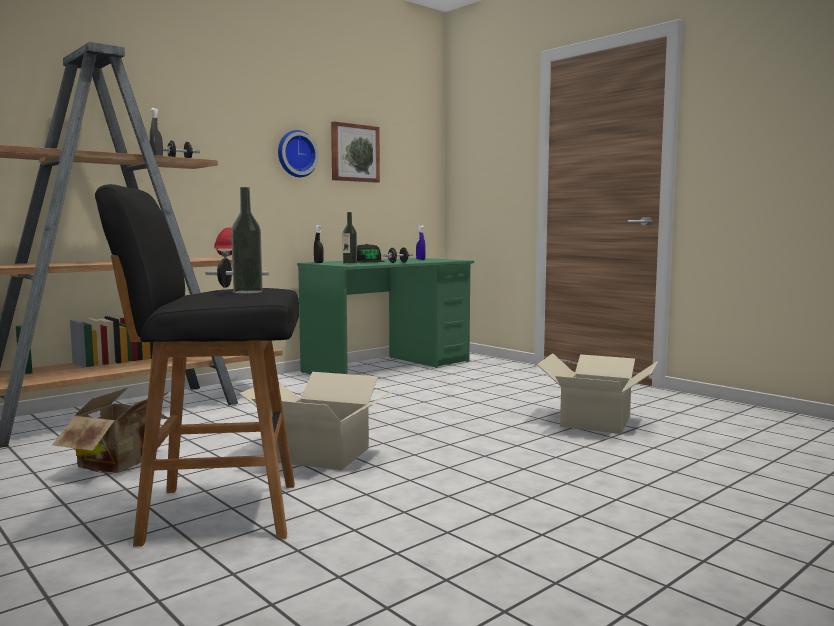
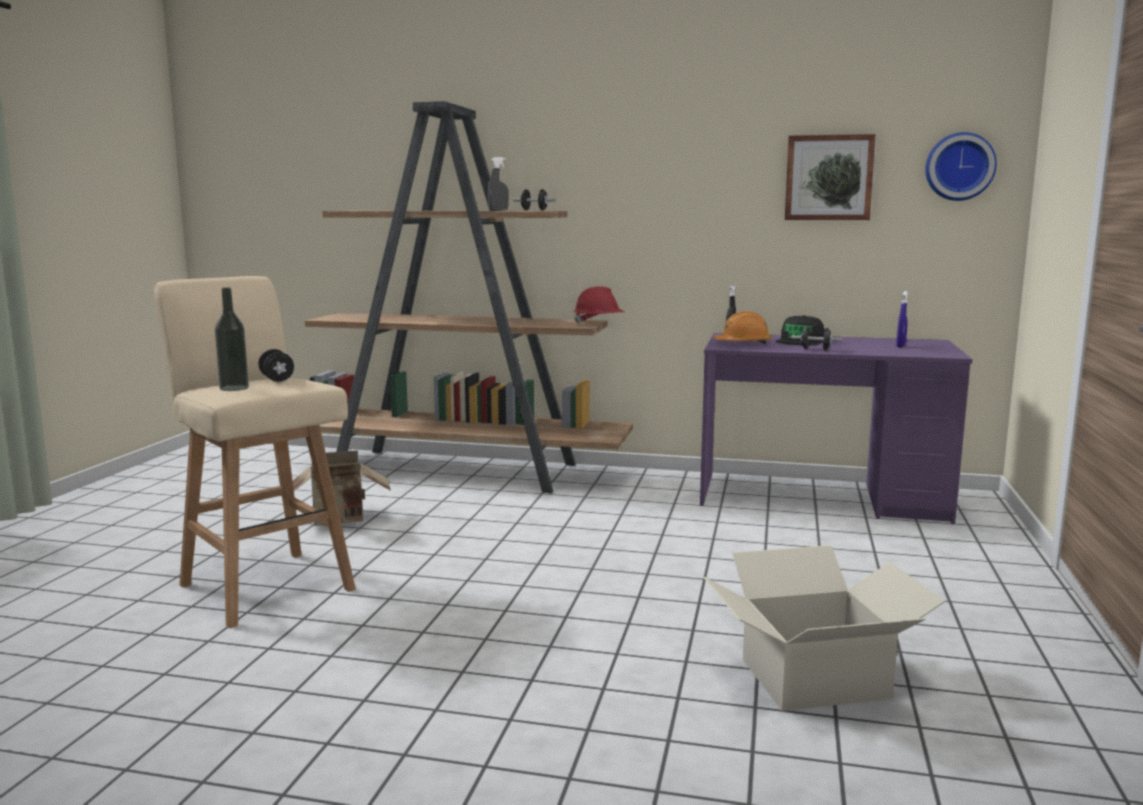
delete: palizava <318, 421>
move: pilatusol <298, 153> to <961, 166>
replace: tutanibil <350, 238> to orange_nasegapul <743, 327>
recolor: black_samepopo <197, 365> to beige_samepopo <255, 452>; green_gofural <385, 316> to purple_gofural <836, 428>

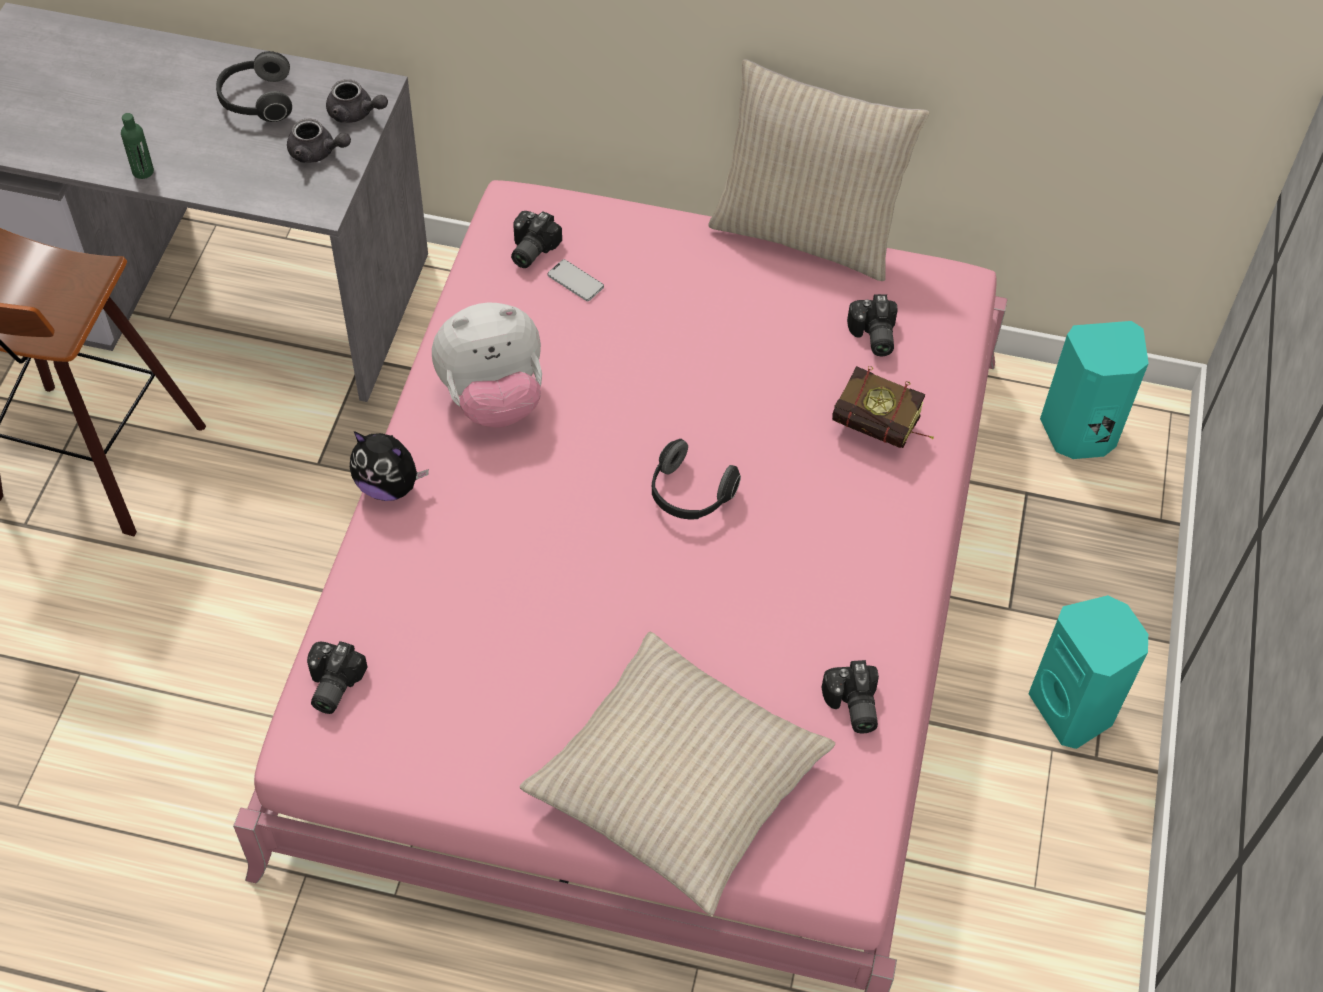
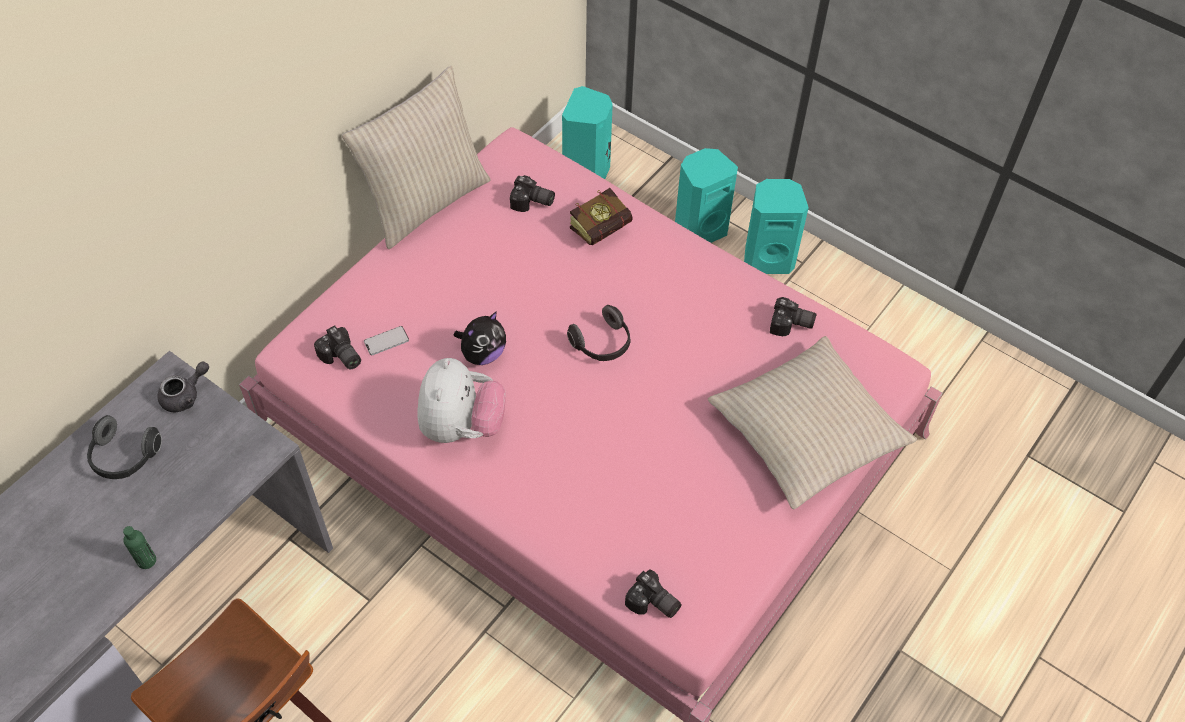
delete: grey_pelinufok <319, 141>
insert: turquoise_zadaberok <706, 195>
move: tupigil <389, 466> to <480, 338>

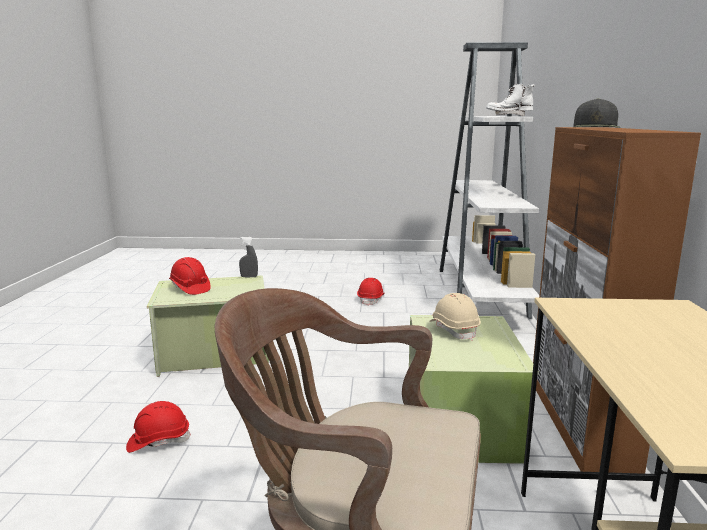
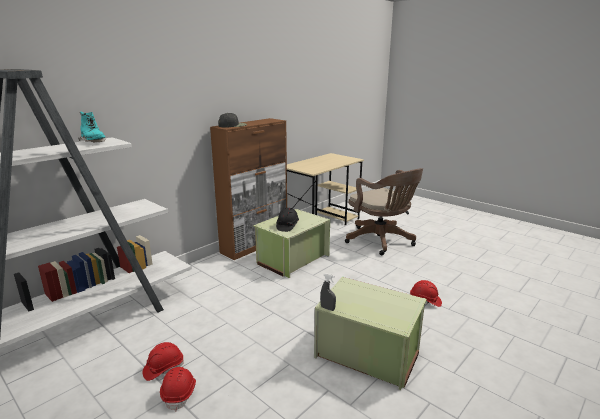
move: red_nasegapul <190, 276> to <178, 389>
recolor: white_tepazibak <510, 100> to turquoise_tepazibak <92, 127>; beige_nasegapul <455, 317> to black_nasegapul <287, 220>

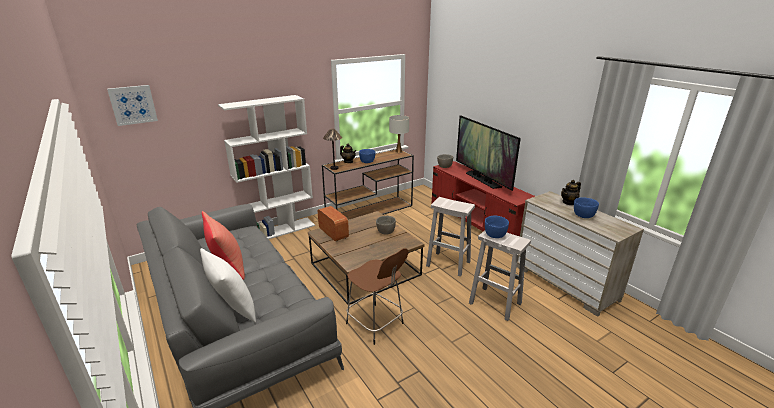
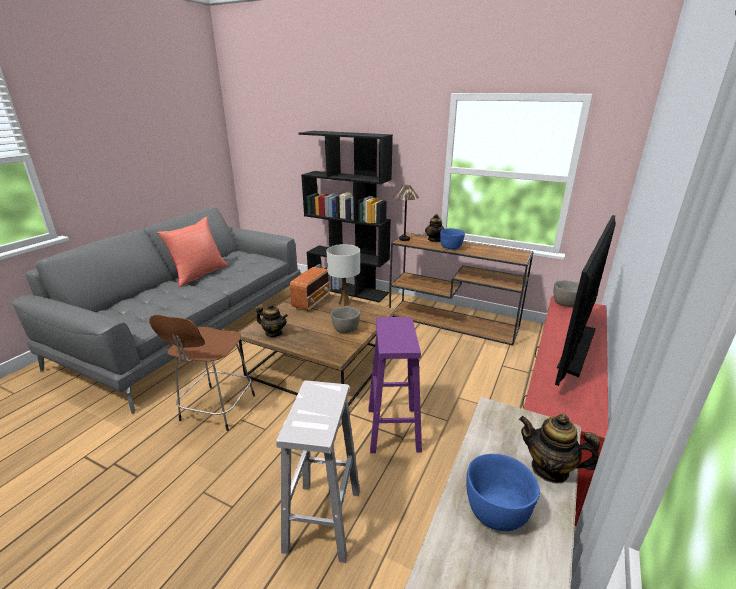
delete: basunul <132, 105>; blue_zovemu <497, 226>; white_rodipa <228, 285>
insert: pelinufok <272, 320>
move: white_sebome <399, 134> to <343, 275>
recolor: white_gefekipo <266, 167> to black_gefekipo <346, 216>; white_samepopo <450, 237> to purple_samepopo <395, 385>

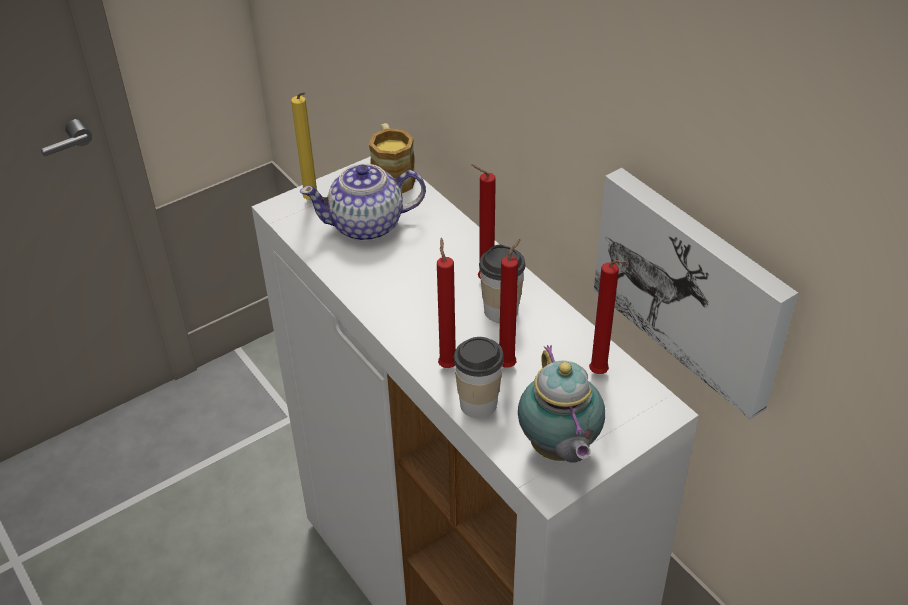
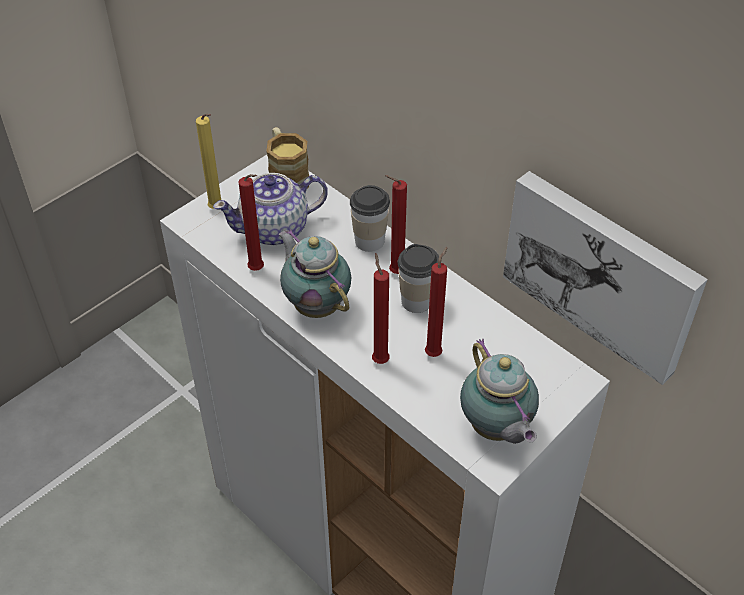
insert: pelinufok <314, 273>
move: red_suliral <608, 317> to <251, 222>; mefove <478, 377> to <370, 218>

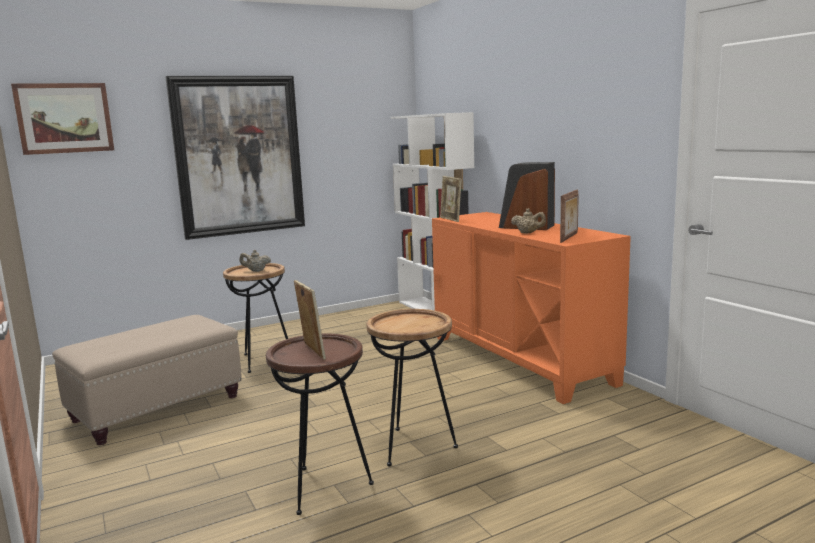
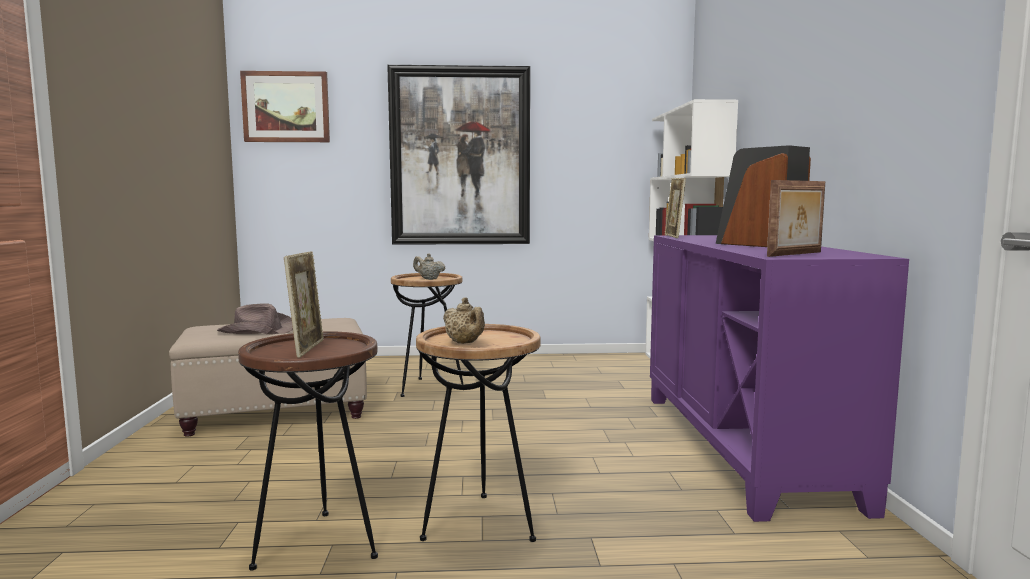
insert: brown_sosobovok <255, 319>
move: beige_pelinufok <528, 221> to <464, 320>
recolor: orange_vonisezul <531, 308> to purple_vonisezul <779, 378>

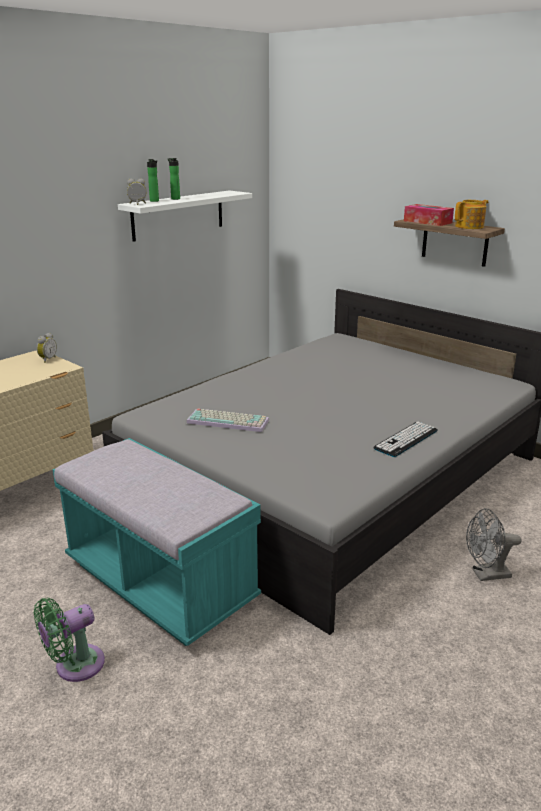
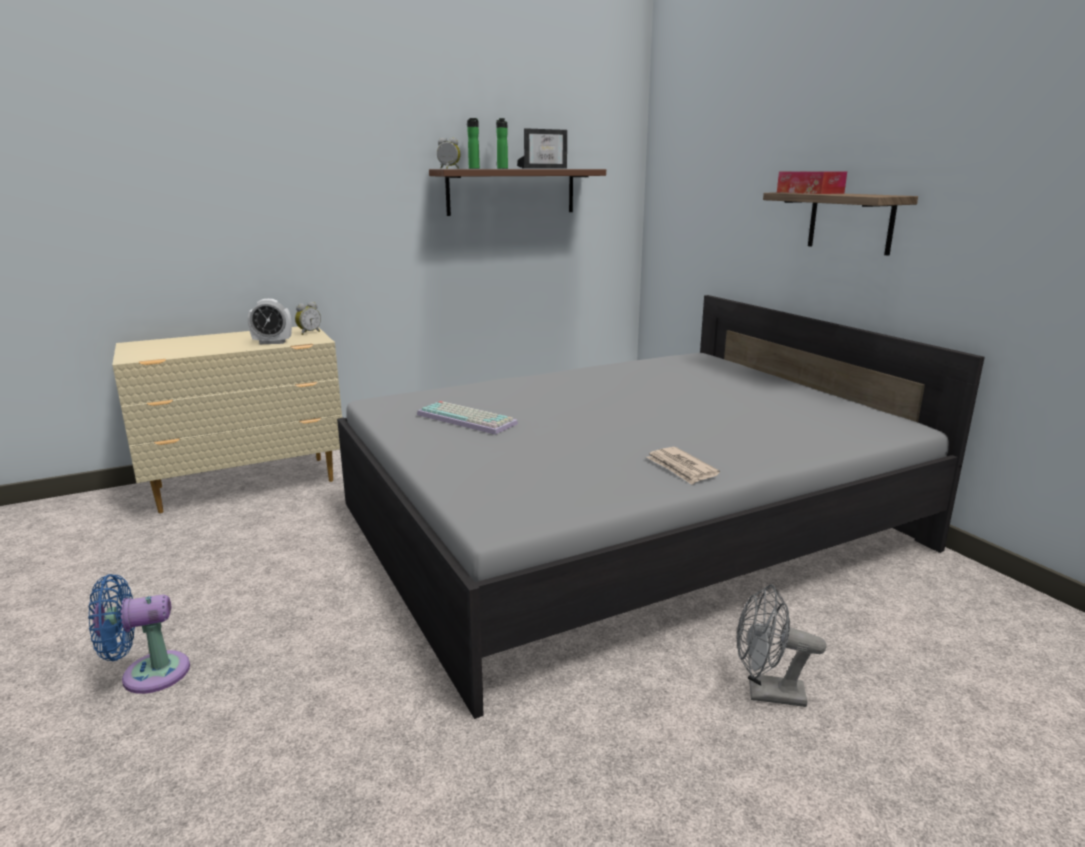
delete: pelinufok <471, 214>; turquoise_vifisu <157, 542>
insert: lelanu <542, 148>; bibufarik <270, 321>
replace: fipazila <405, 439> to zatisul <683, 466>
recolor: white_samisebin <185, 216> to brown_samisebin <517, 192>; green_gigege <69, 640> to blue_gigege <139, 634>

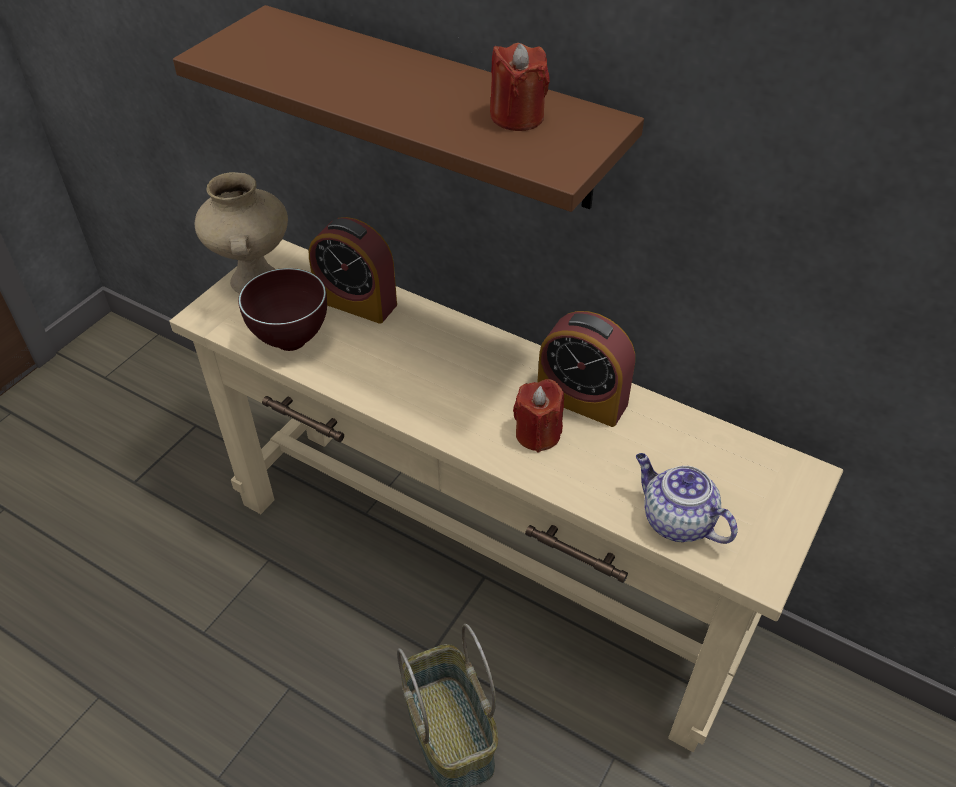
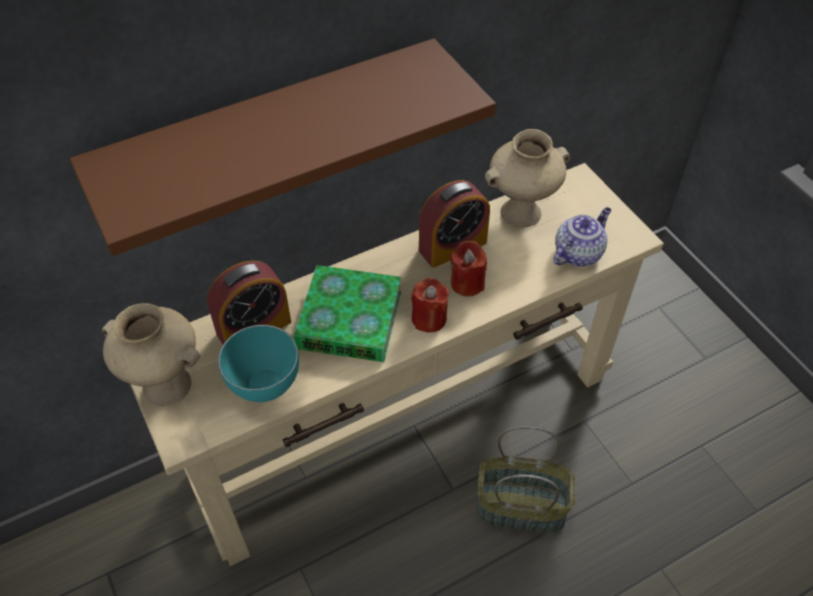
insert: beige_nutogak <527, 178>; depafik <347, 313>
move: red_suliral <520, 87> to <430, 305>
recolor: brown_zovemu <282, 309> to turquoise_zovemu <258, 363>
rotate: pelinufok <687, 498> = <582, 237> 150 degrees clockwise

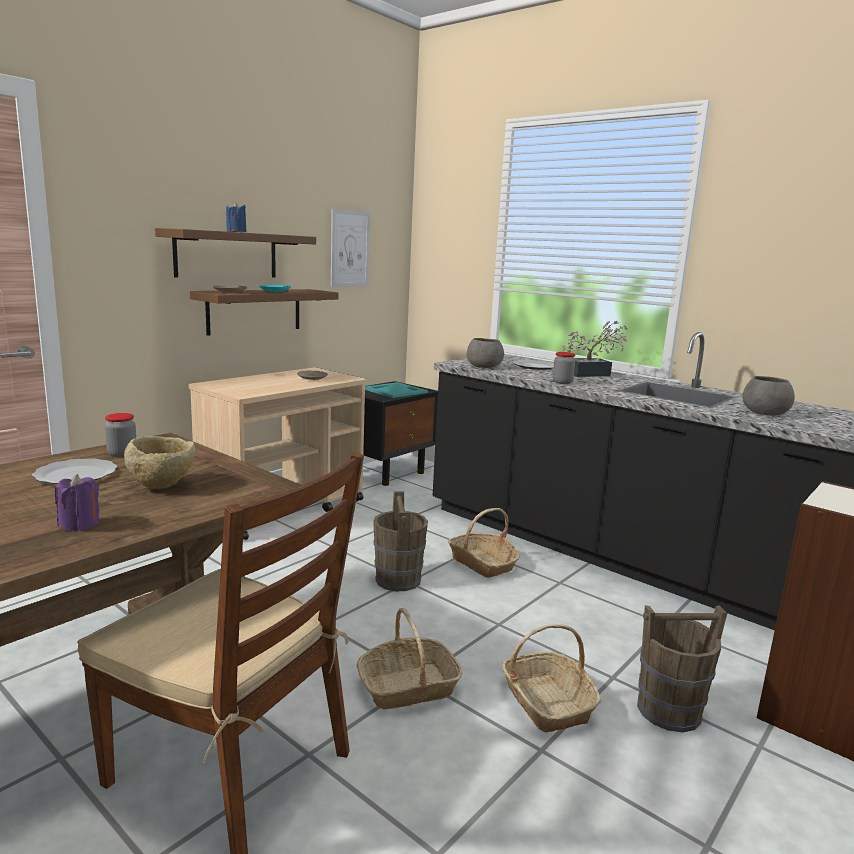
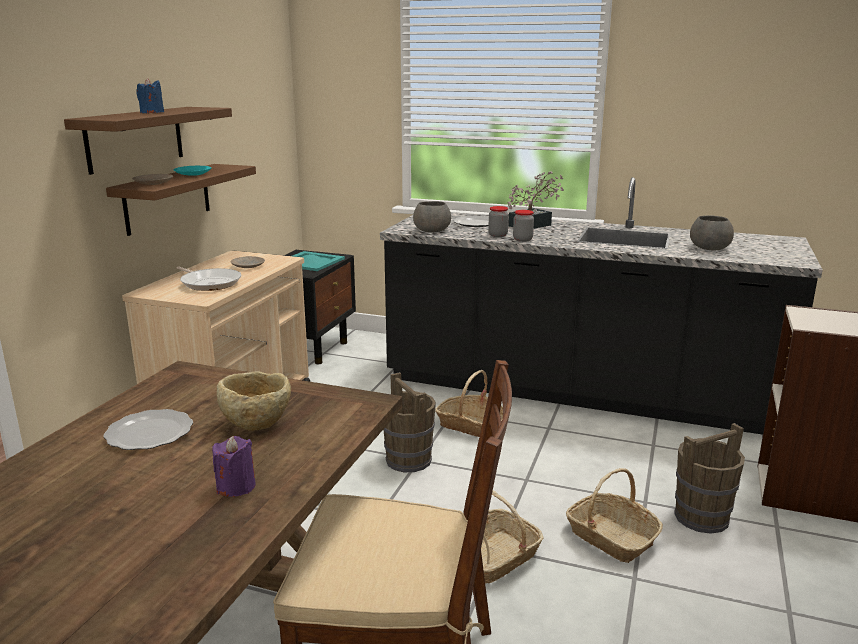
delete: basunul <350, 248>
insert: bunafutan <208, 278>
move: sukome <120, 435> to <498, 221>

